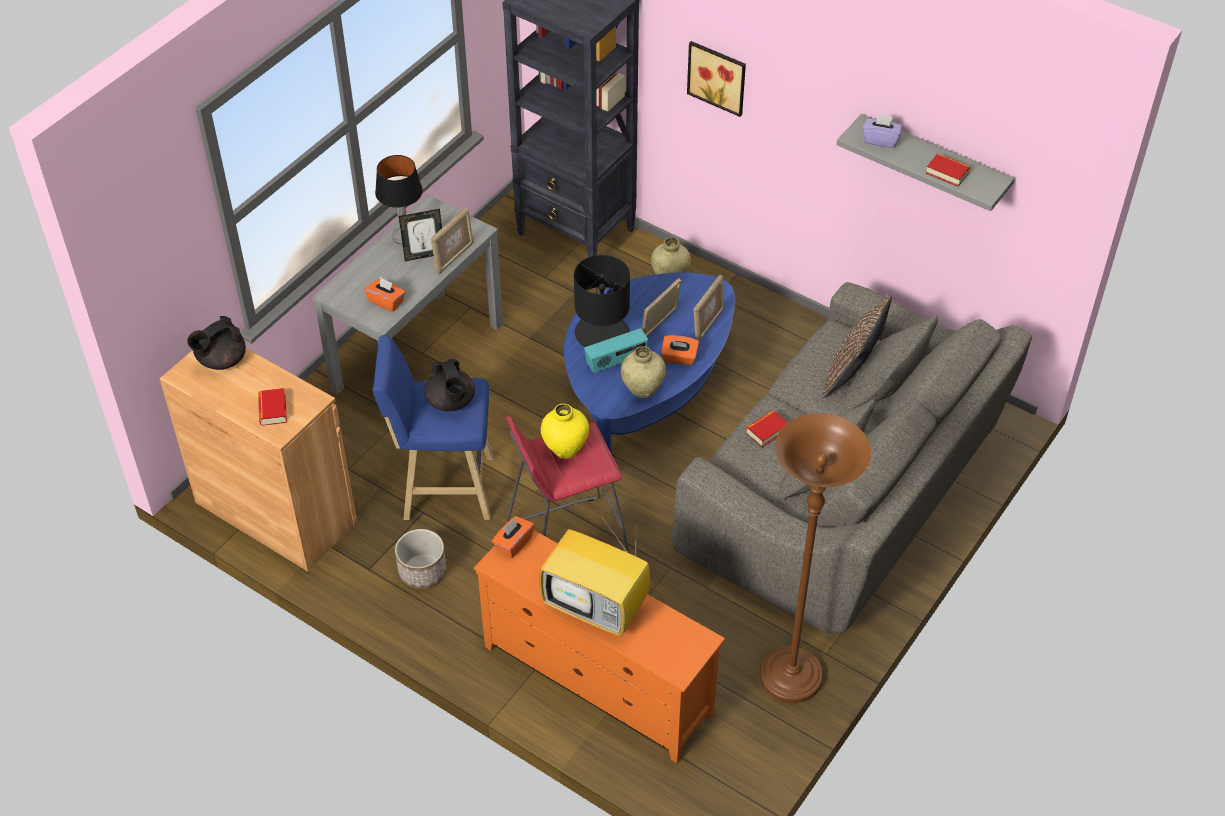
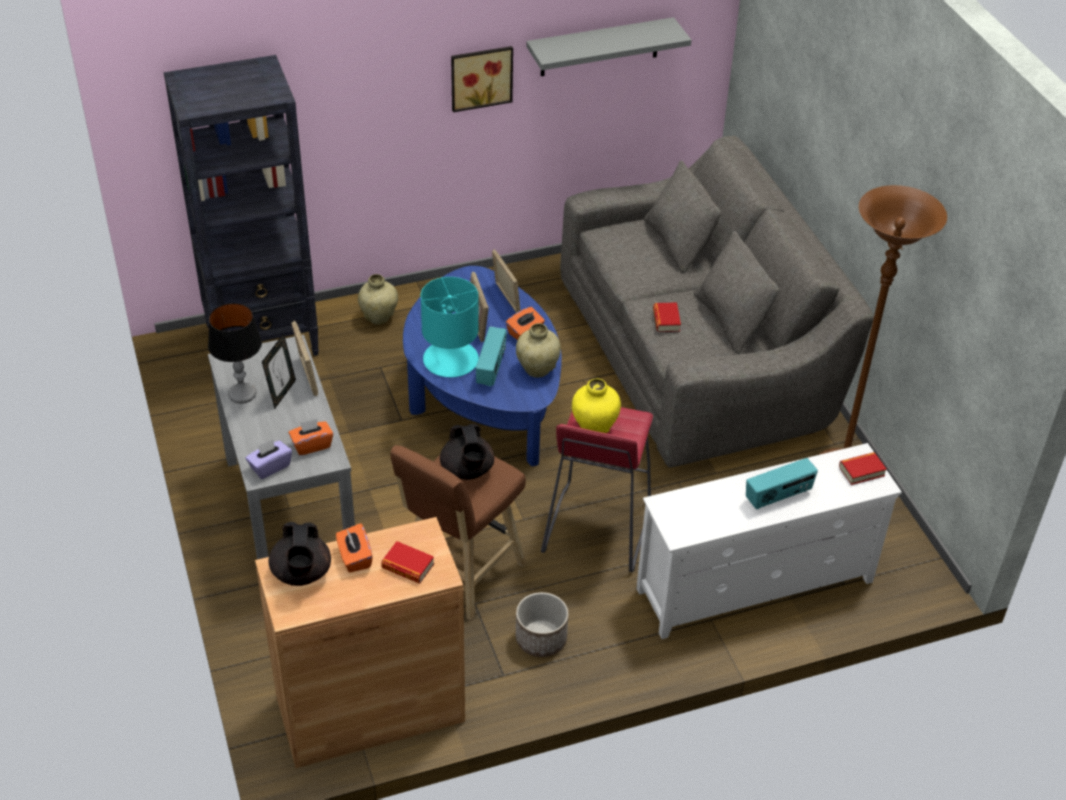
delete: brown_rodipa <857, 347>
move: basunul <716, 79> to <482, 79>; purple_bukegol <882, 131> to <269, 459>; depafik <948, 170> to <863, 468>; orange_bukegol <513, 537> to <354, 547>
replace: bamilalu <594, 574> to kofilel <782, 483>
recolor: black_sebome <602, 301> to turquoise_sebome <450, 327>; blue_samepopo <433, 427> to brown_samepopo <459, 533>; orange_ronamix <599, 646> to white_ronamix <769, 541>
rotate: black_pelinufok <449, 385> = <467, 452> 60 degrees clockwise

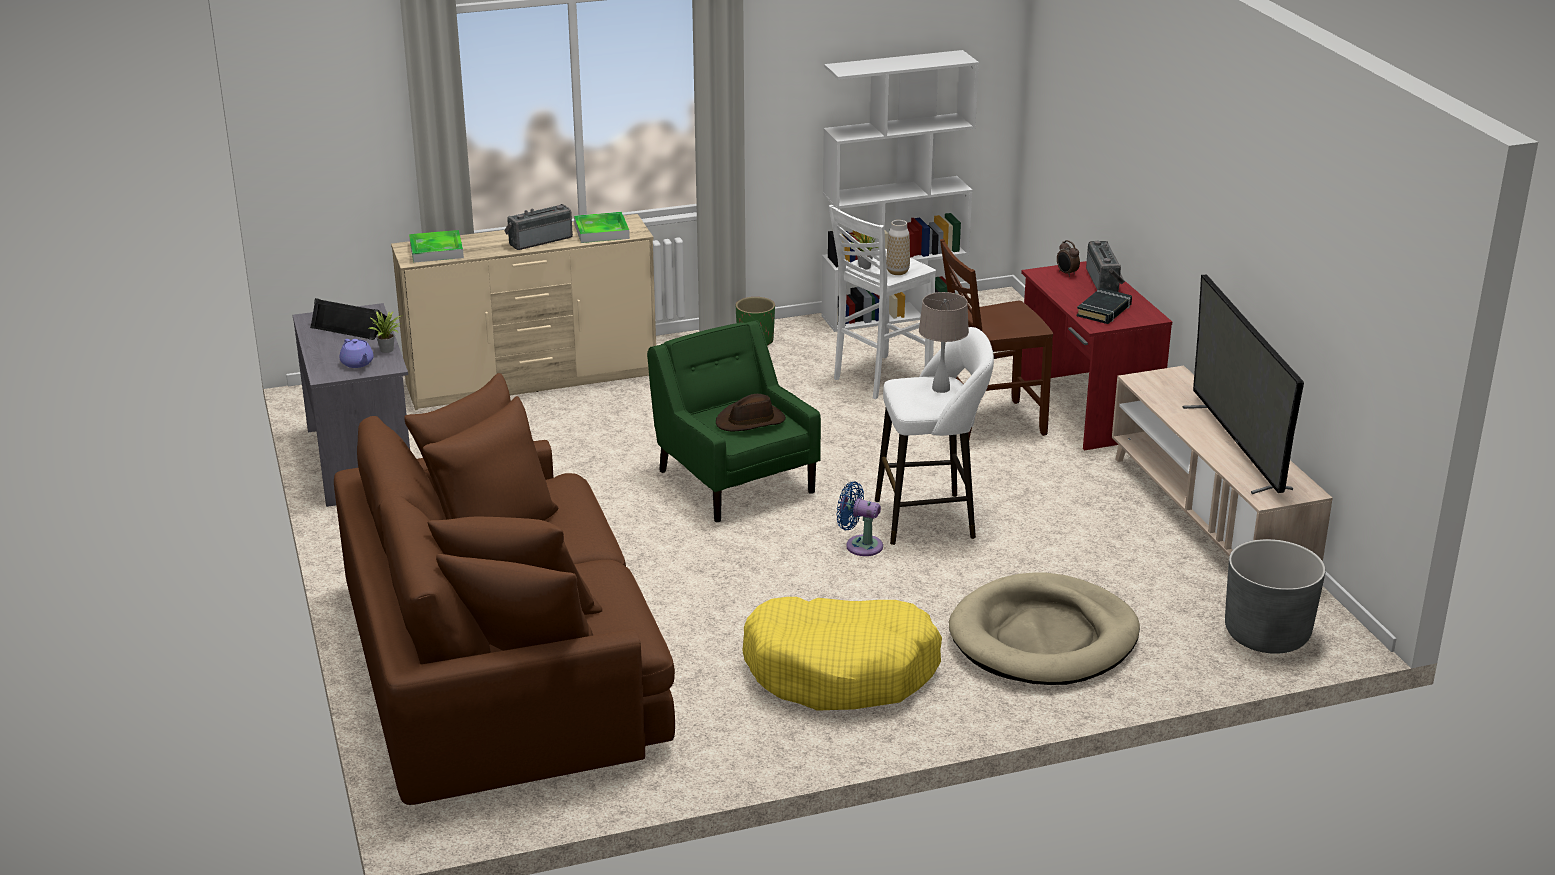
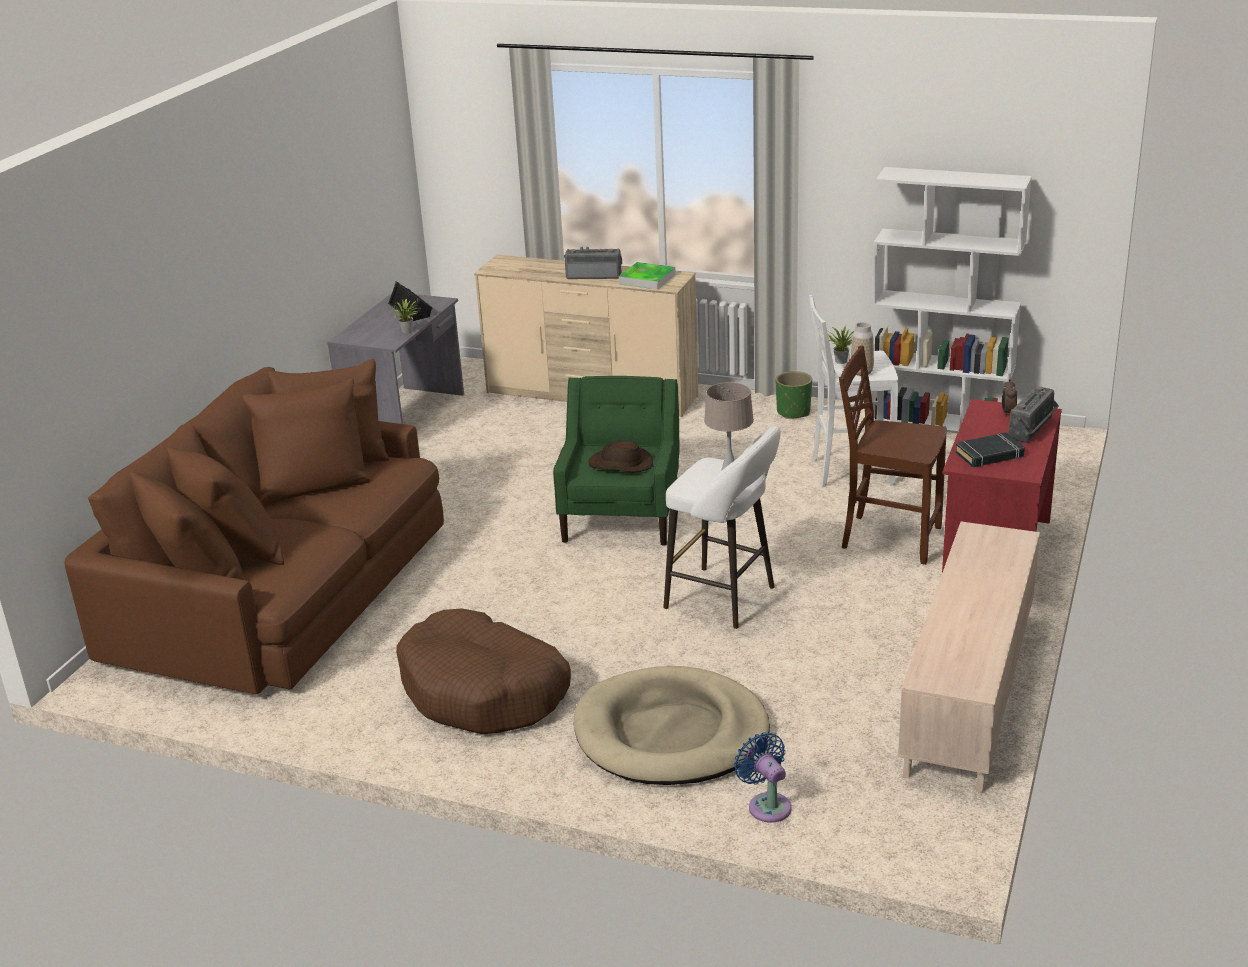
delete: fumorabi <436, 246>; bamilalu <1243, 384>; purple_pelinufok <357, 353>; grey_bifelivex <1275, 596>
move: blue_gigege <859, 518> to <763, 777>
recolor: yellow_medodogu <842, 654> to brown_medodogu <483, 671>

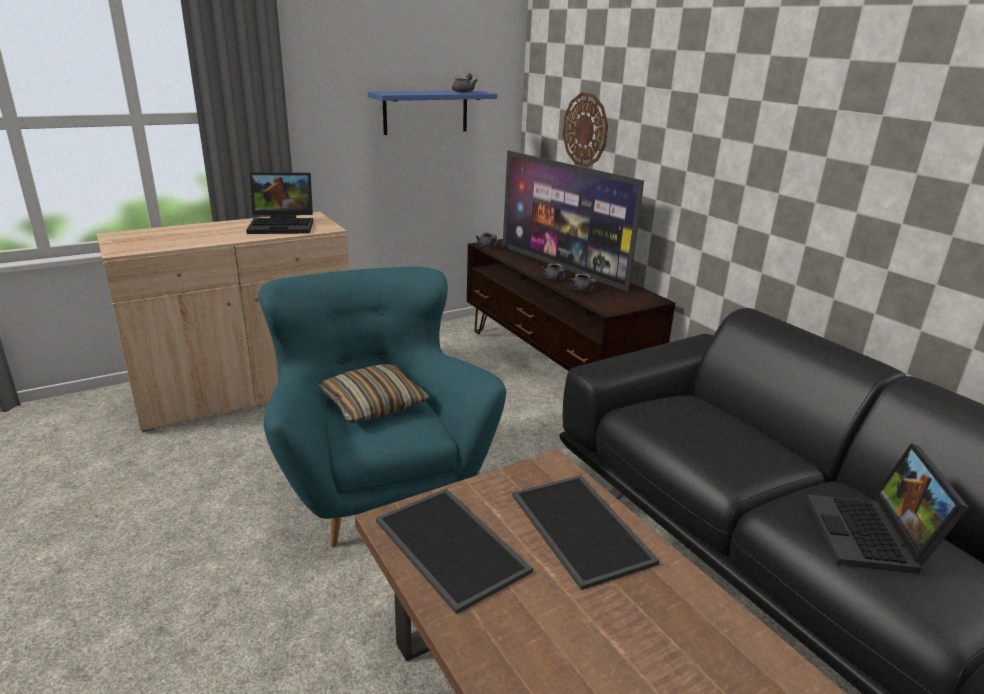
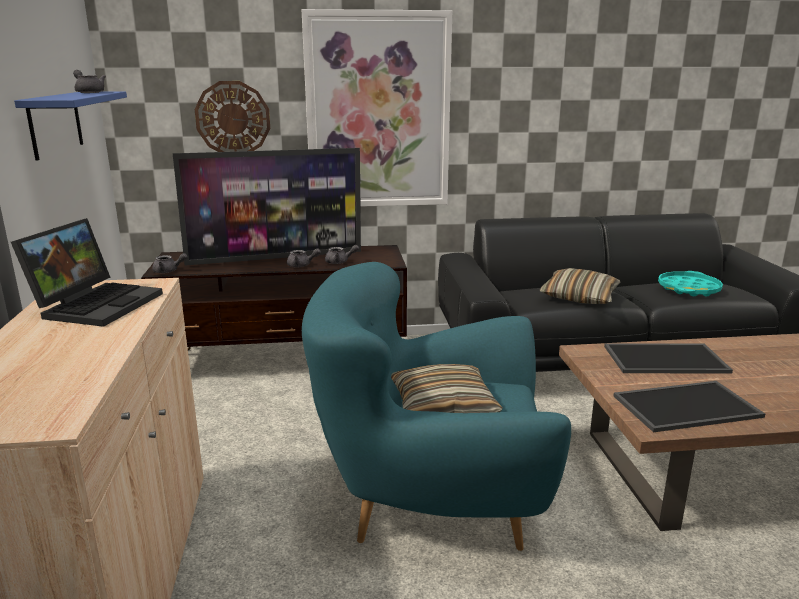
insert: basunul <376, 108>; rodipa <580, 286>
replace: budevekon <887, 508> to turquoise_fumorabi <690, 284>

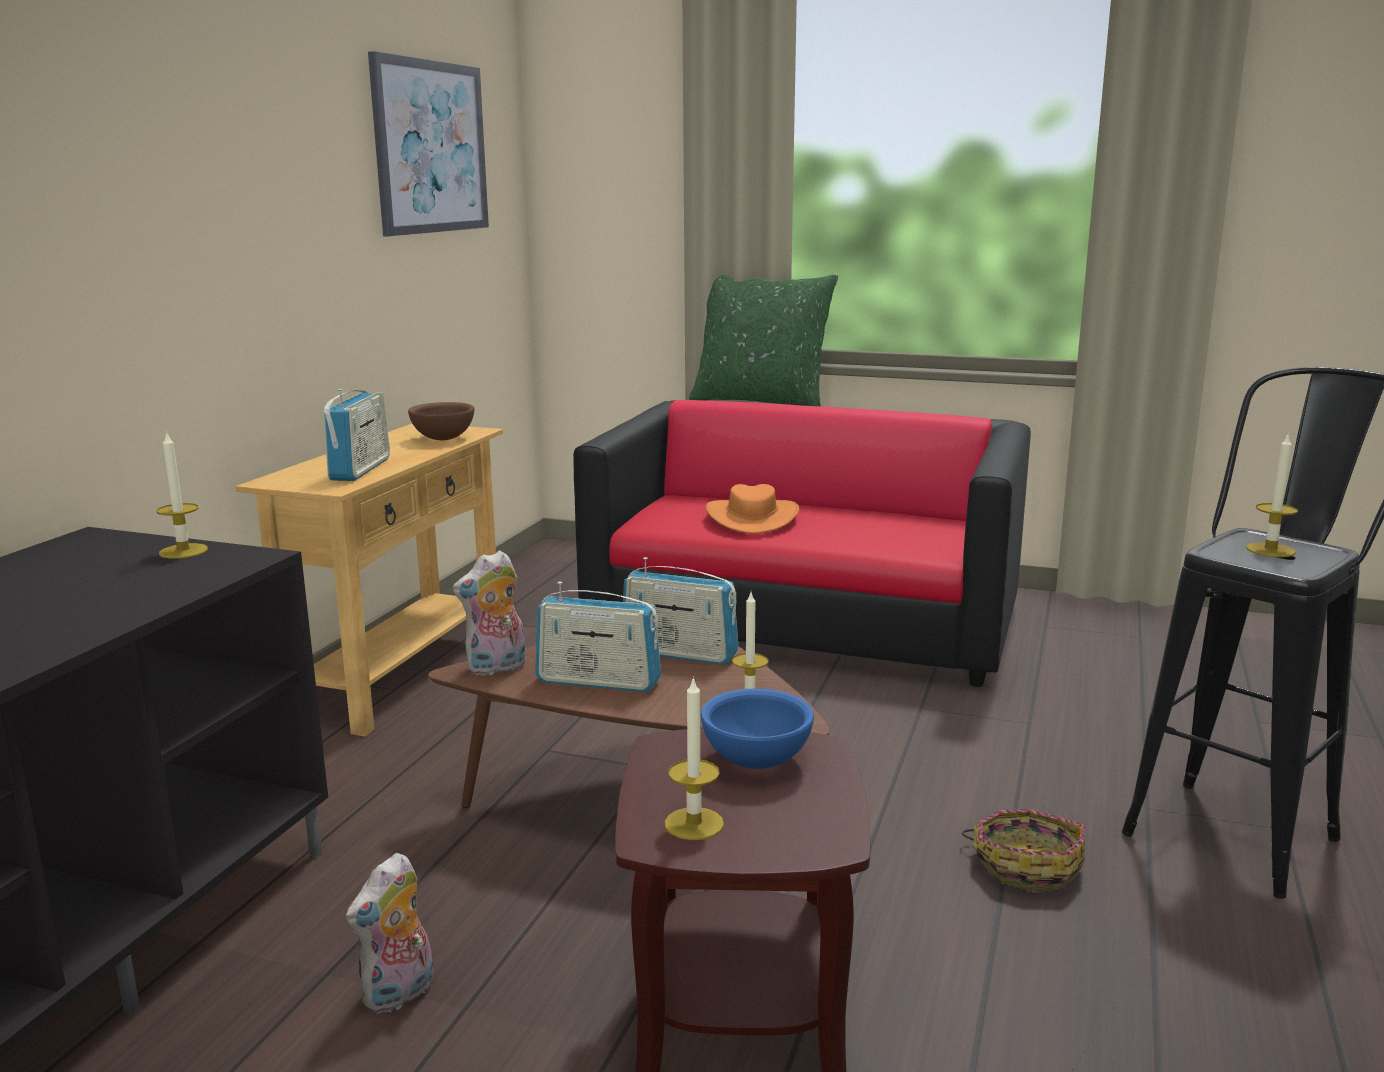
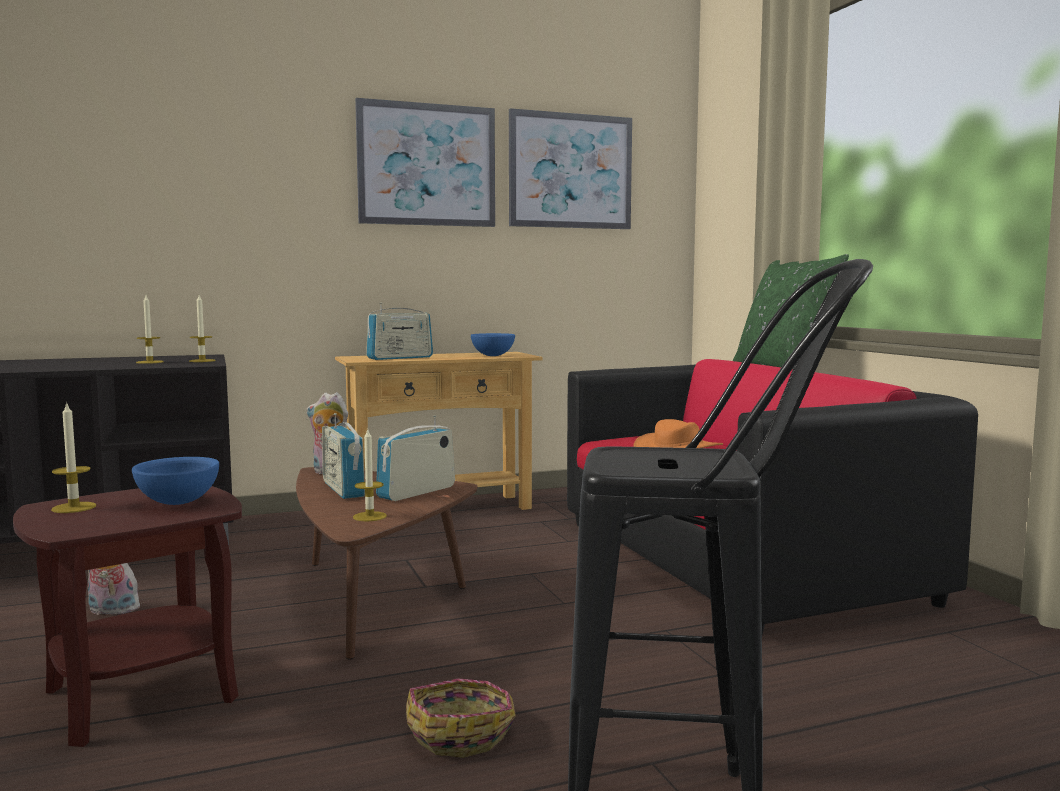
insert: basunul <425, 162>
move: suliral <1272, 496> to <150, 329>
recolor: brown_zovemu <441, 421> to blue_zovemu <493, 344>
rotate: kofilel <681, 611> = <415, 458> 60 degrees clockwise

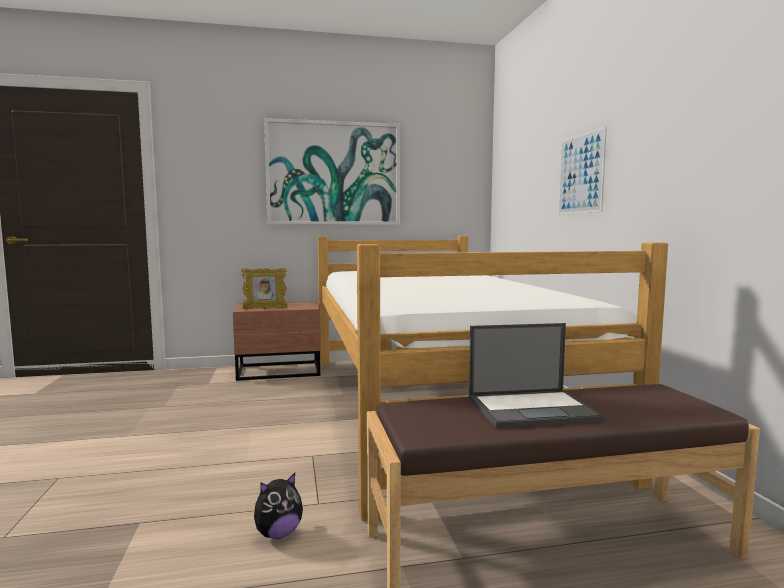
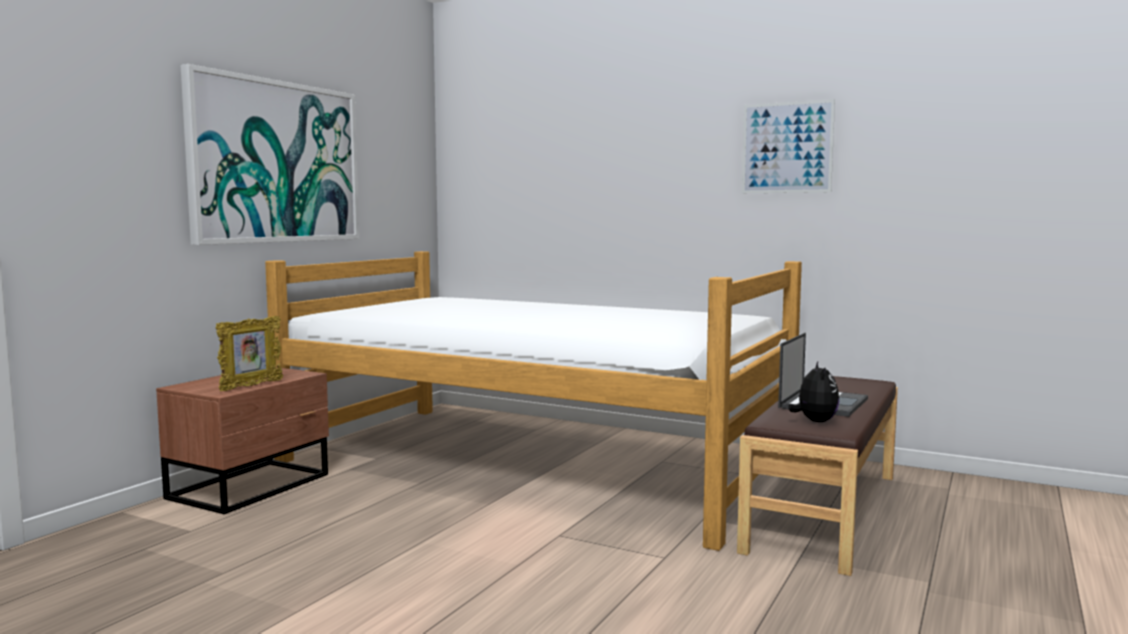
move: basunul <582, 170> to <788, 146>; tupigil <278, 506> to <813, 392>

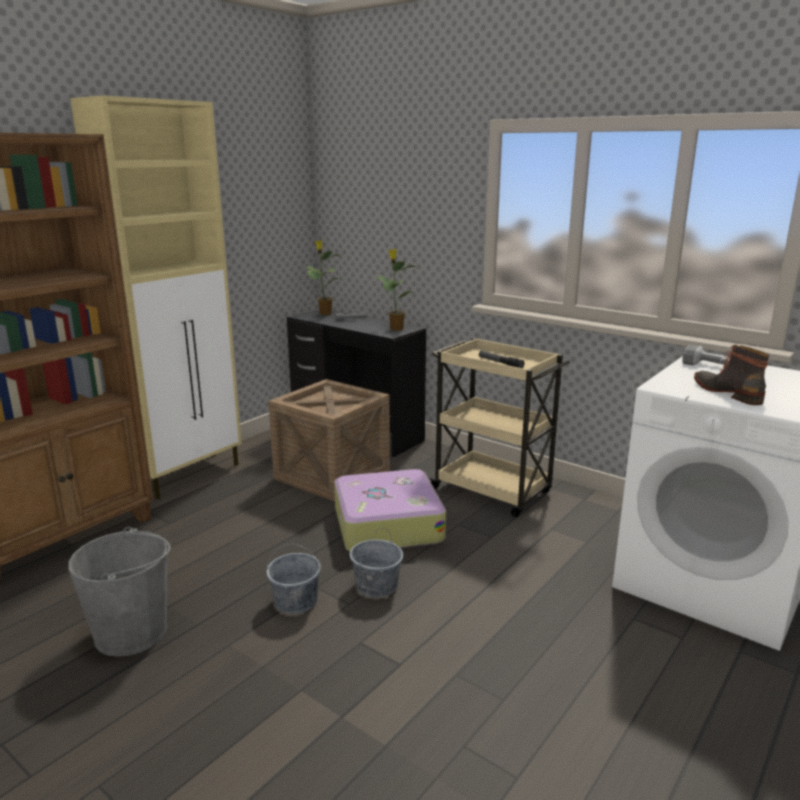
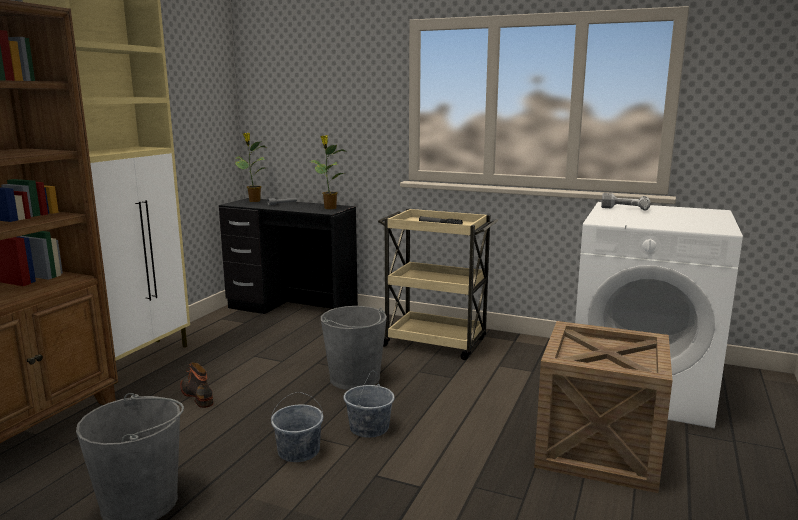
move: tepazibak <731, 375> to <196, 385>; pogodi <329, 440> to <603, 407>
replace: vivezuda <390, 510> to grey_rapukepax <354, 348>

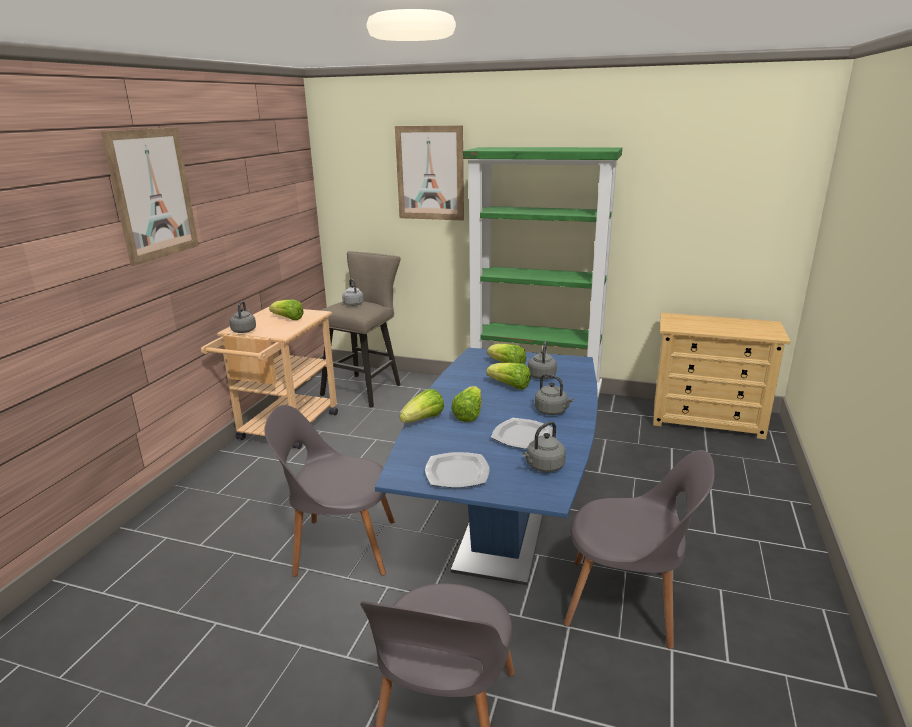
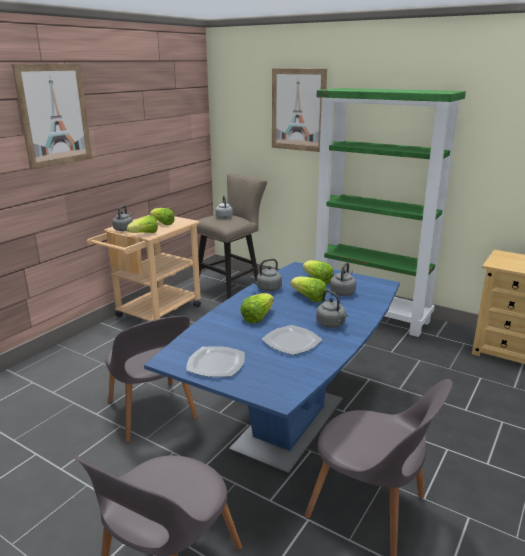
move: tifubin <422, 406> to <142, 224>; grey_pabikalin <544, 446> to <266, 274>
rotate: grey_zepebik <329, 491> = <152, 379> 135 degrees counterclockwise

